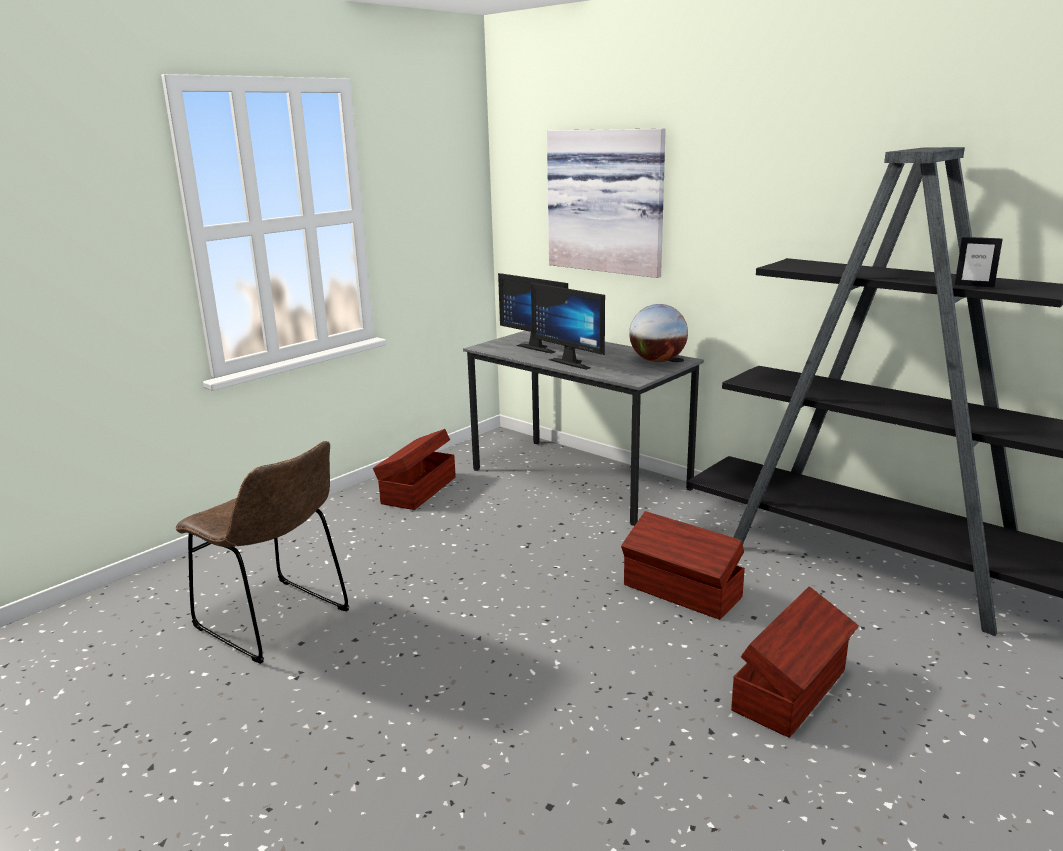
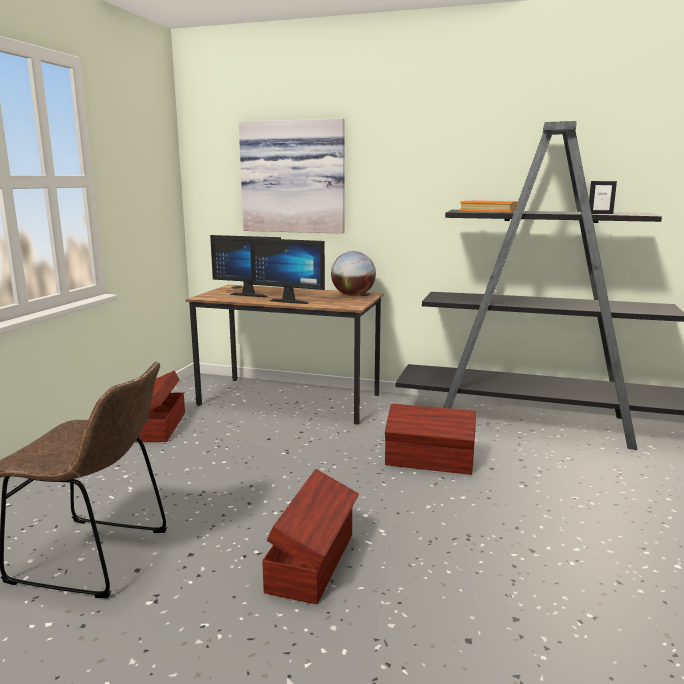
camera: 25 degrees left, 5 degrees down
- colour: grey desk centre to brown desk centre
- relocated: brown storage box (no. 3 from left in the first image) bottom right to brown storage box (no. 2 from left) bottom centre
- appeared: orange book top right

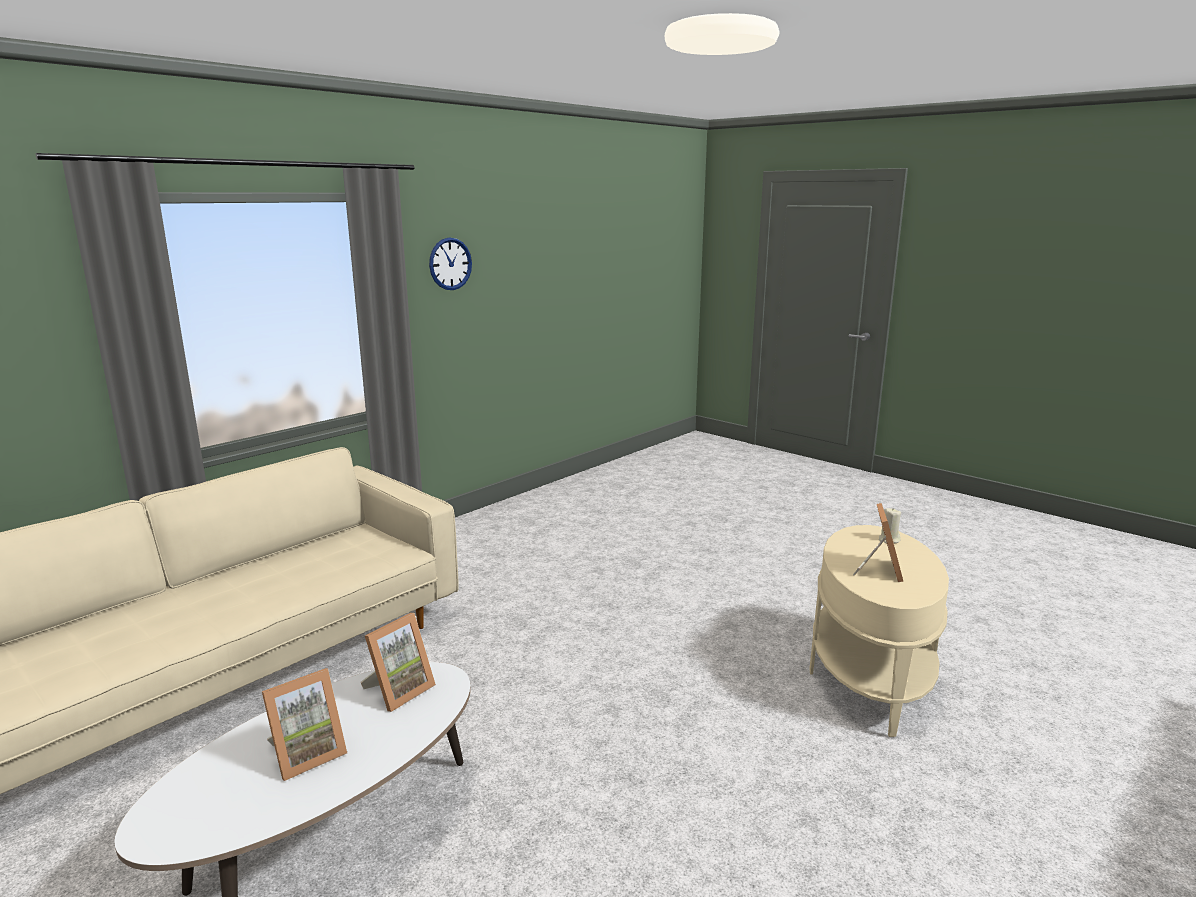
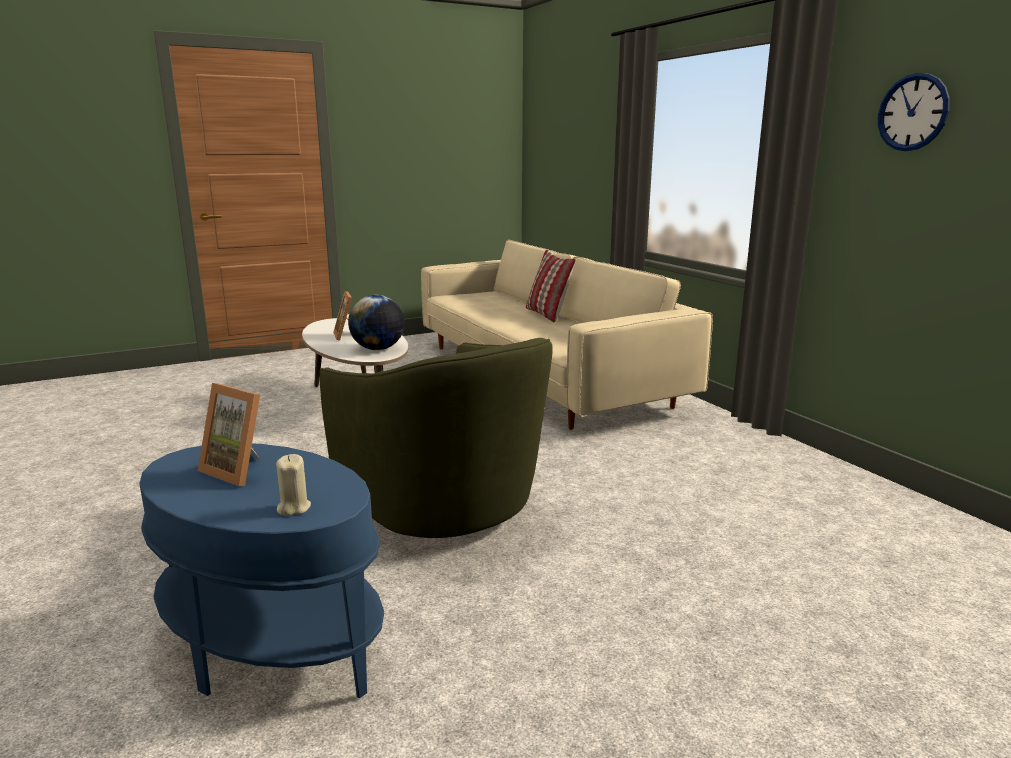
camera: 110 degrees right, 0 degrees up
- colour: beige side table bottom right to blue side table bottom left
- exchanged: picture frame (no. 2 from left) bottom left to globe centre
- appeared: pillow centre
- appeared: green armchair centre

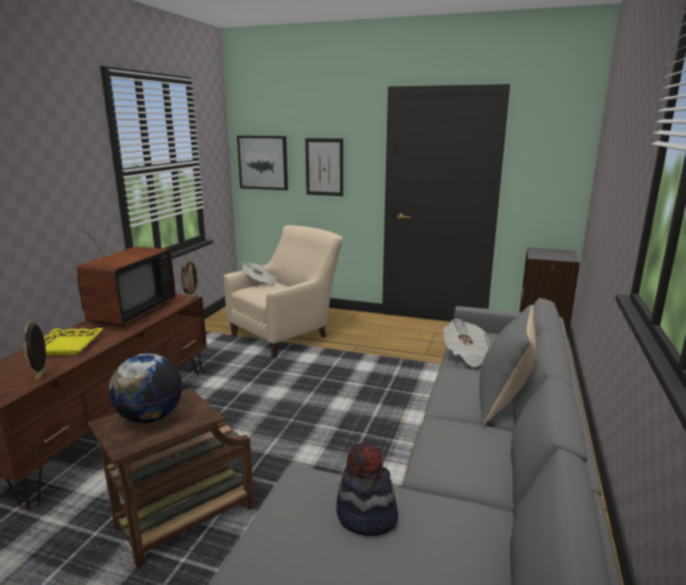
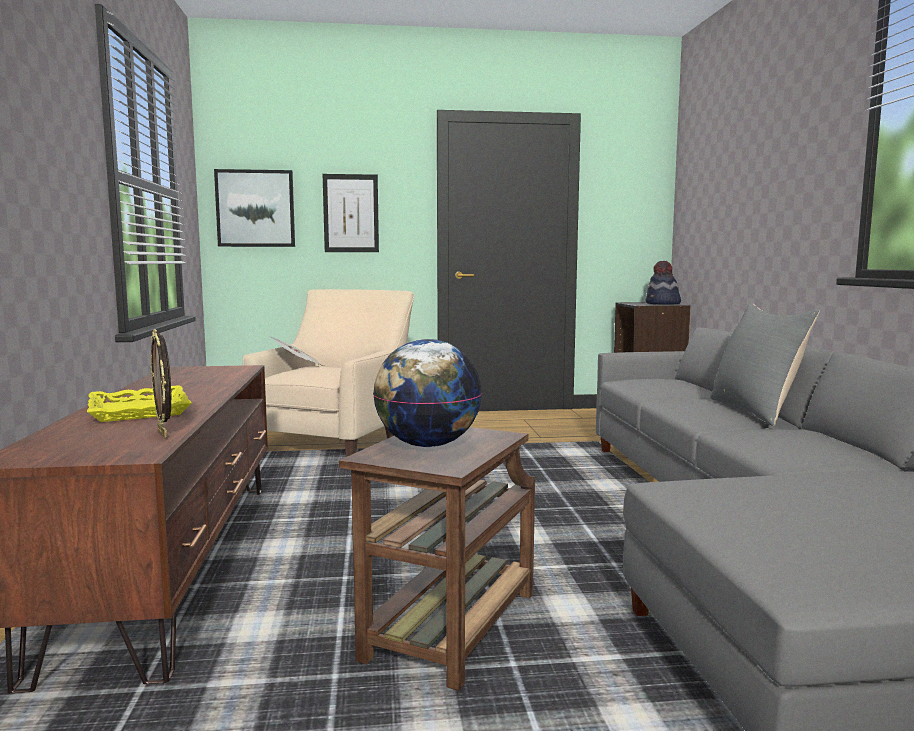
camera: 25 degrees left, 10 degrees down
- missing: television middle left
- missing: picture frame (no. 2 from left) middle left
- missing: newspaper (no. 2 from left) middle right
- relocated: hat bottom centre to middle right

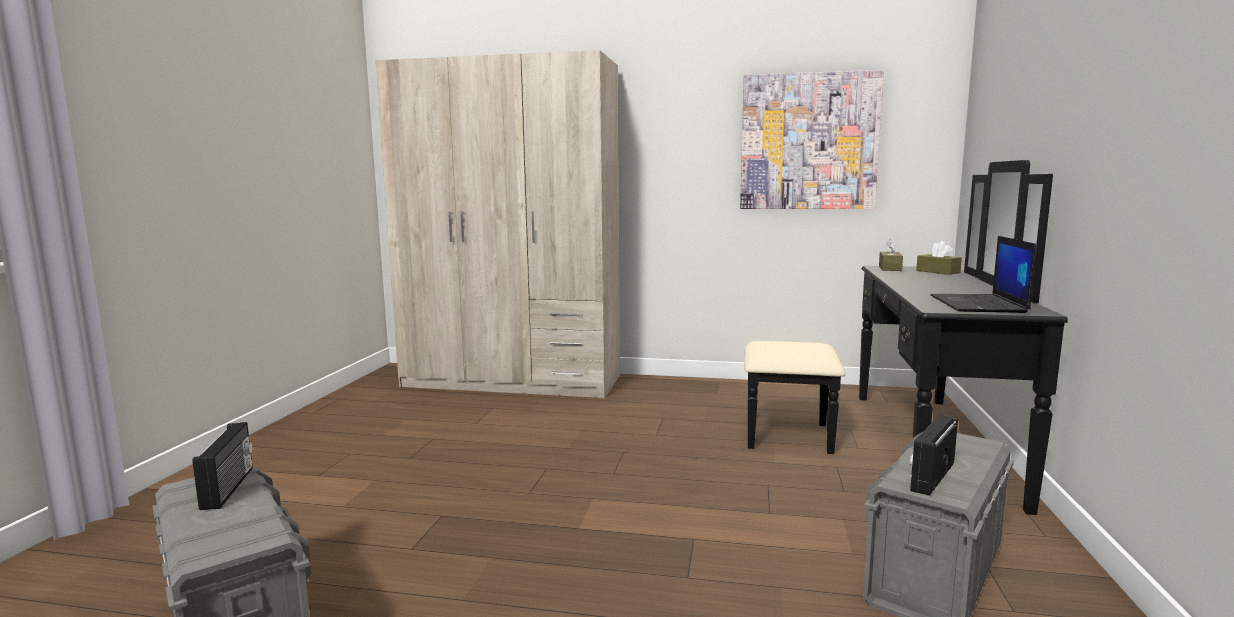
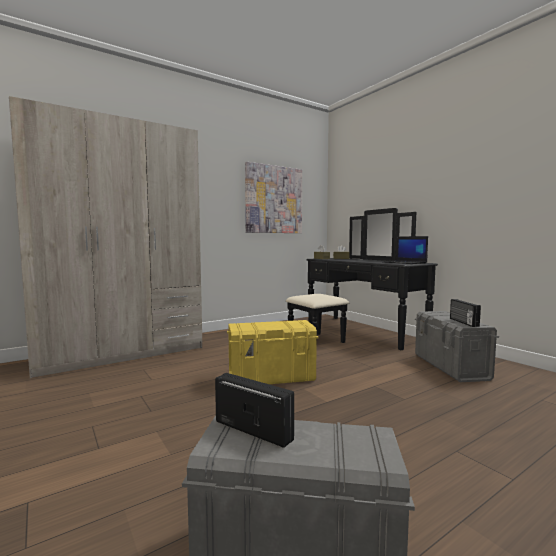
camera: 45 degrees left, 5 degrees down
- appeared: yellow storage box centre

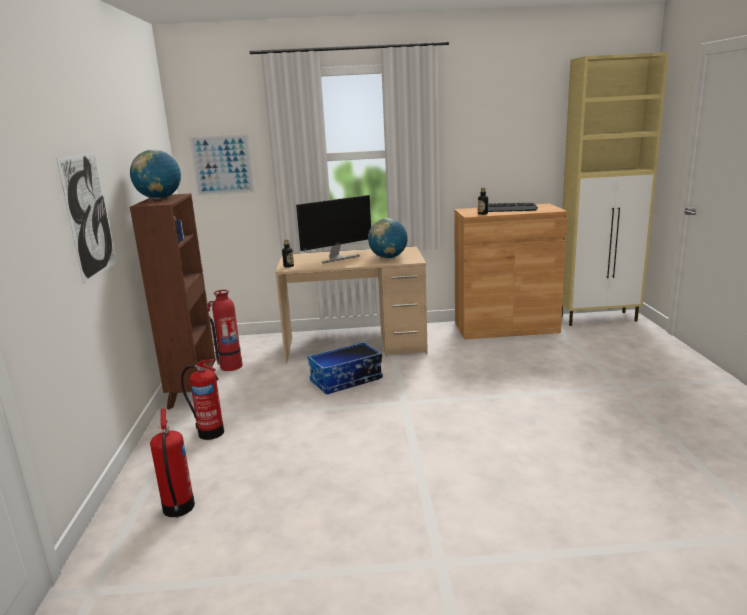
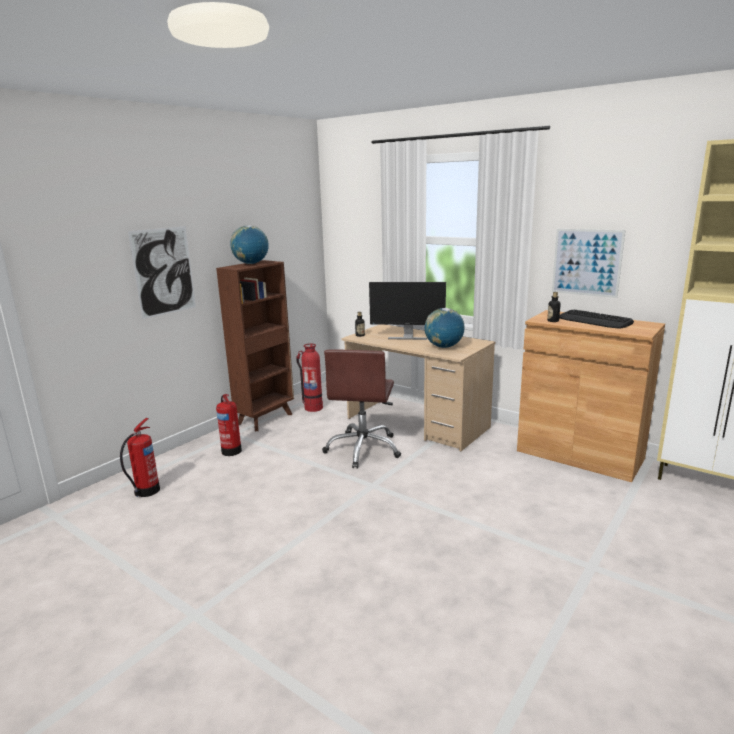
camera: 40 degrees right, 0 degrees up
- relocated: picture (no. 2 from left) top left to middle right
- exchanged: storage box centre to brown office chair centre

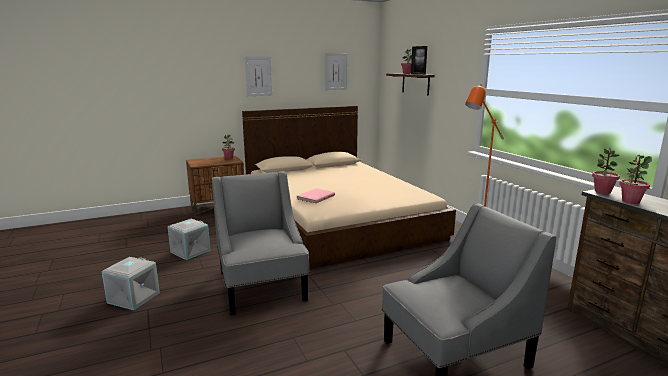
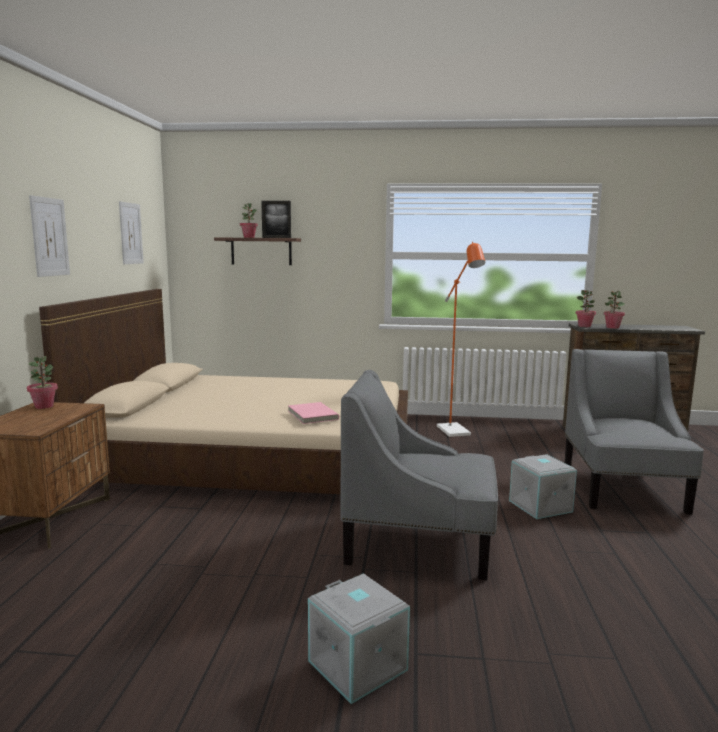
camera: 60 degrees left, 5 degrees down
- relocated: grey storage box (no. 2 from left) middle left to middle right

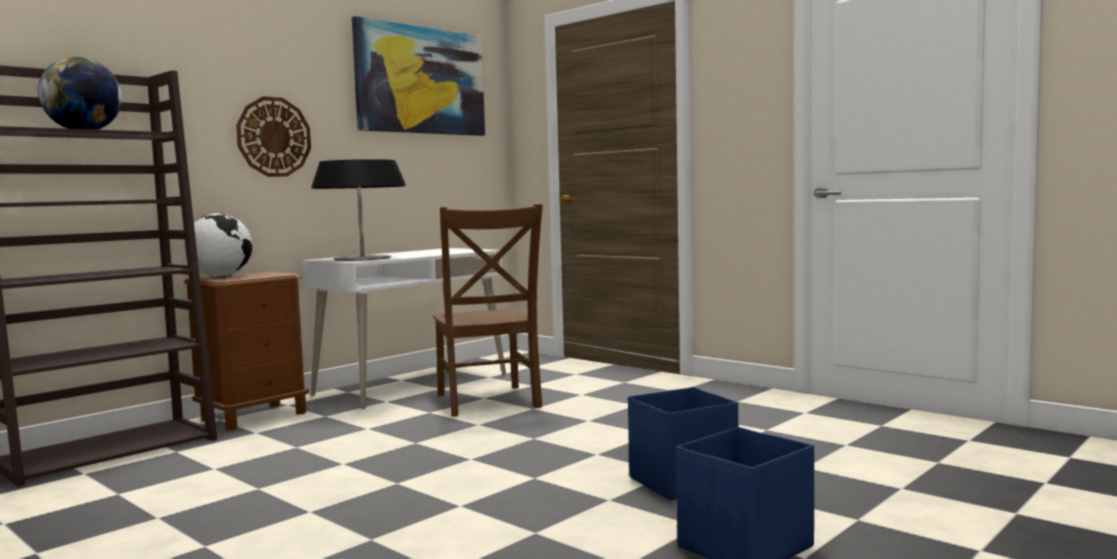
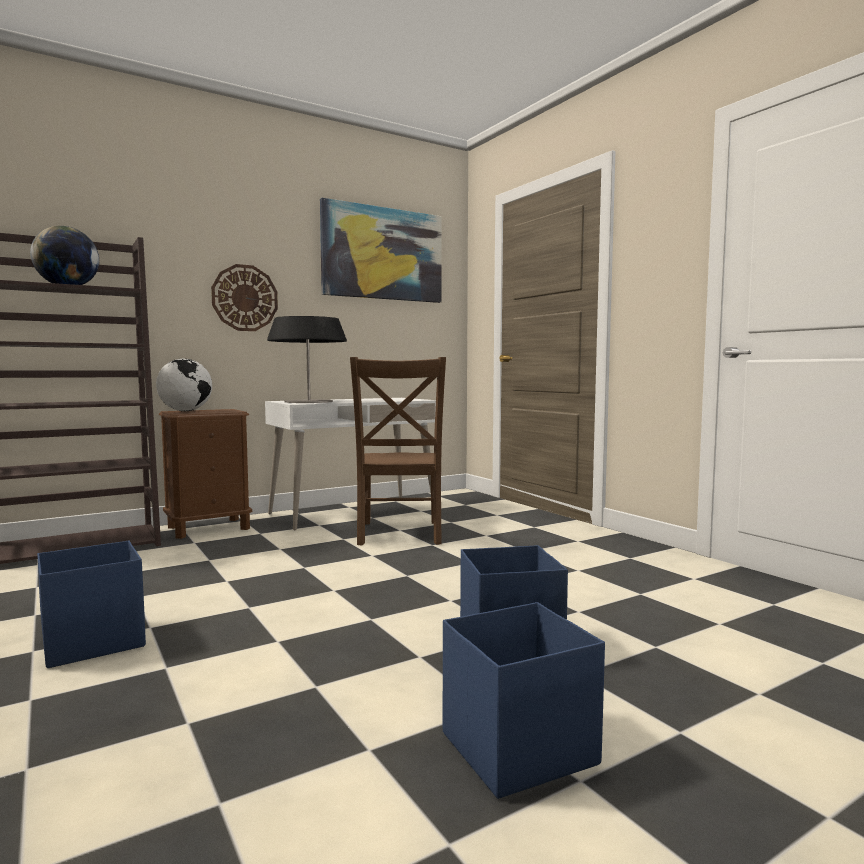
camera: 15 degrees right, 0 degrees up
- appeared: blue storage box (no. 1 from left) bottom left

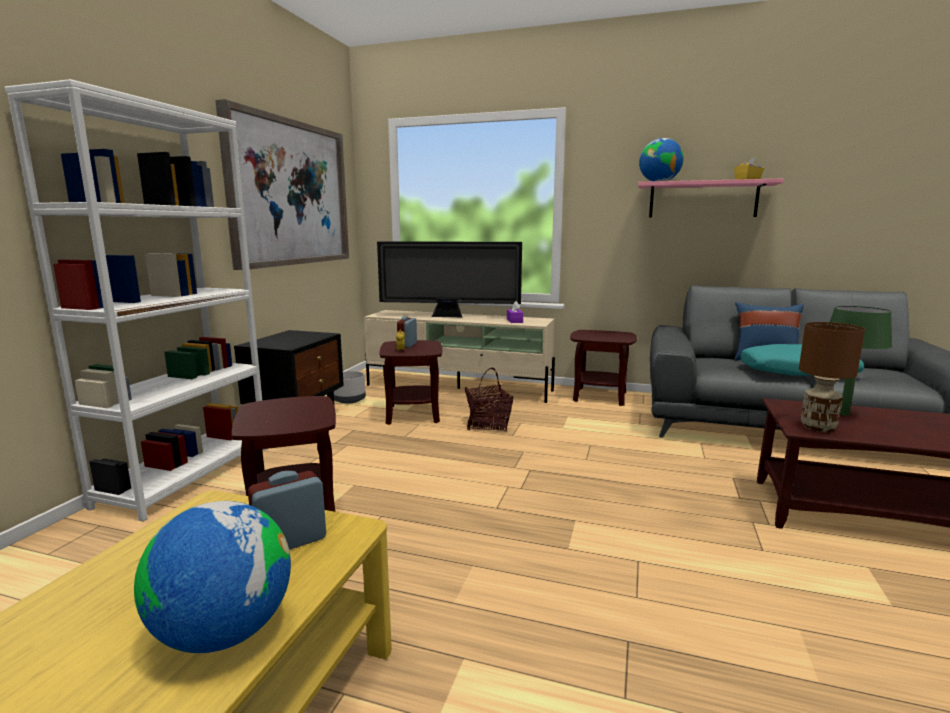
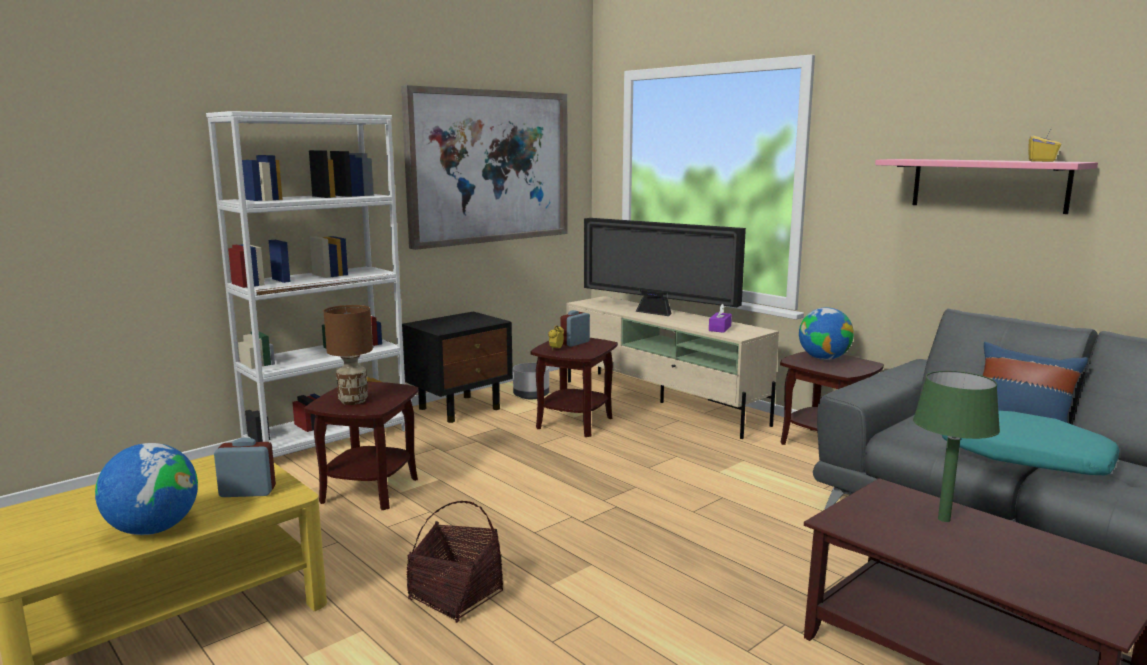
camera: 30 degrees right, 0 degrees up
- relocated: globe (no. 2 from left) top right to middle right
- relocated: brown table lamp middle right to middle left
- relocated: basket centre to bottom centre

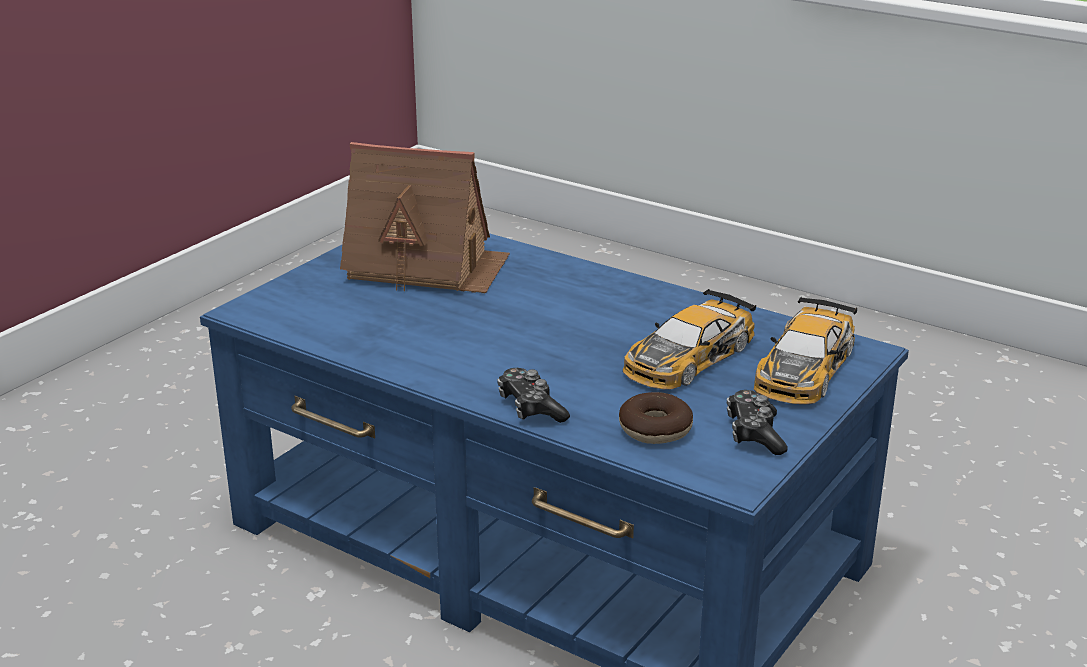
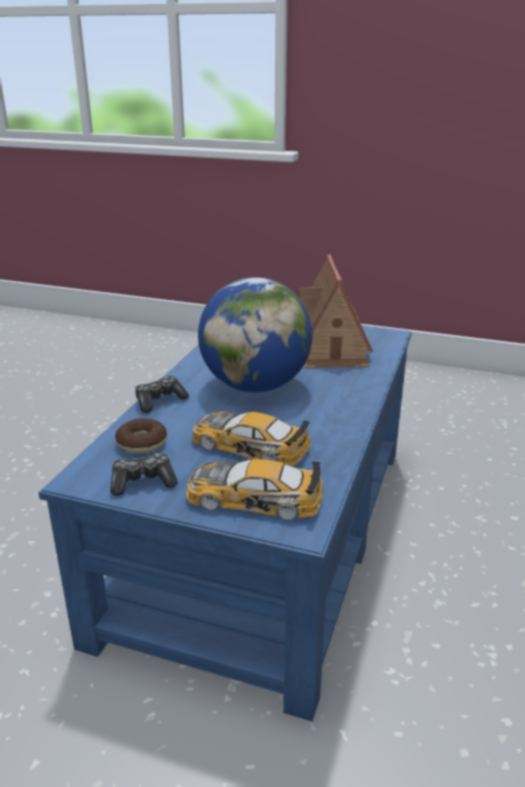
camera: 75 degrees right, 0 degrees up
- appeared: globe centre

